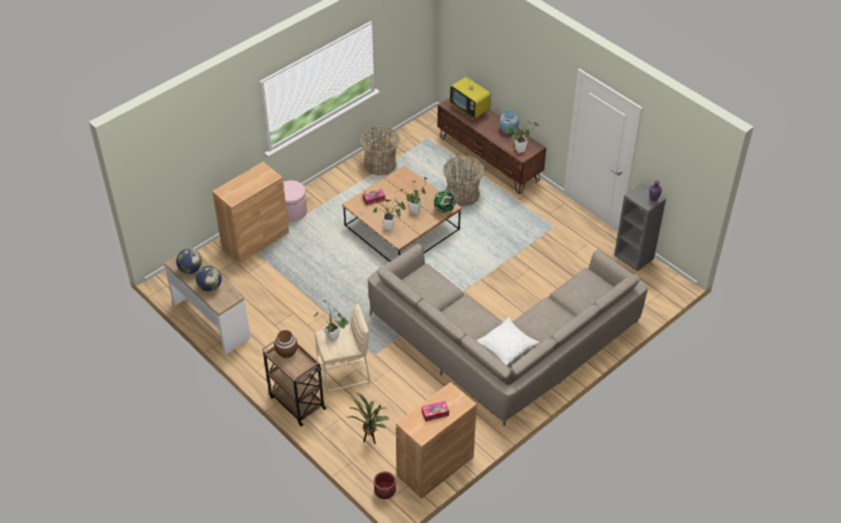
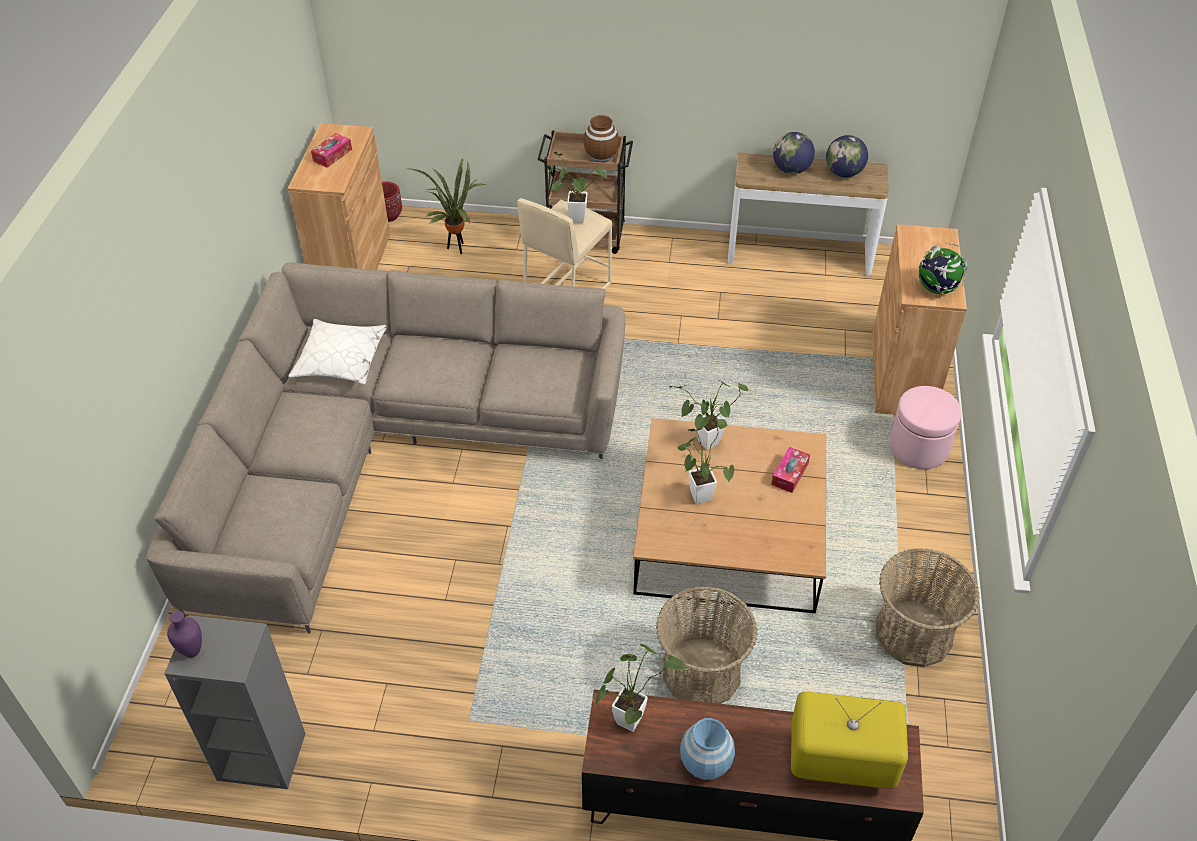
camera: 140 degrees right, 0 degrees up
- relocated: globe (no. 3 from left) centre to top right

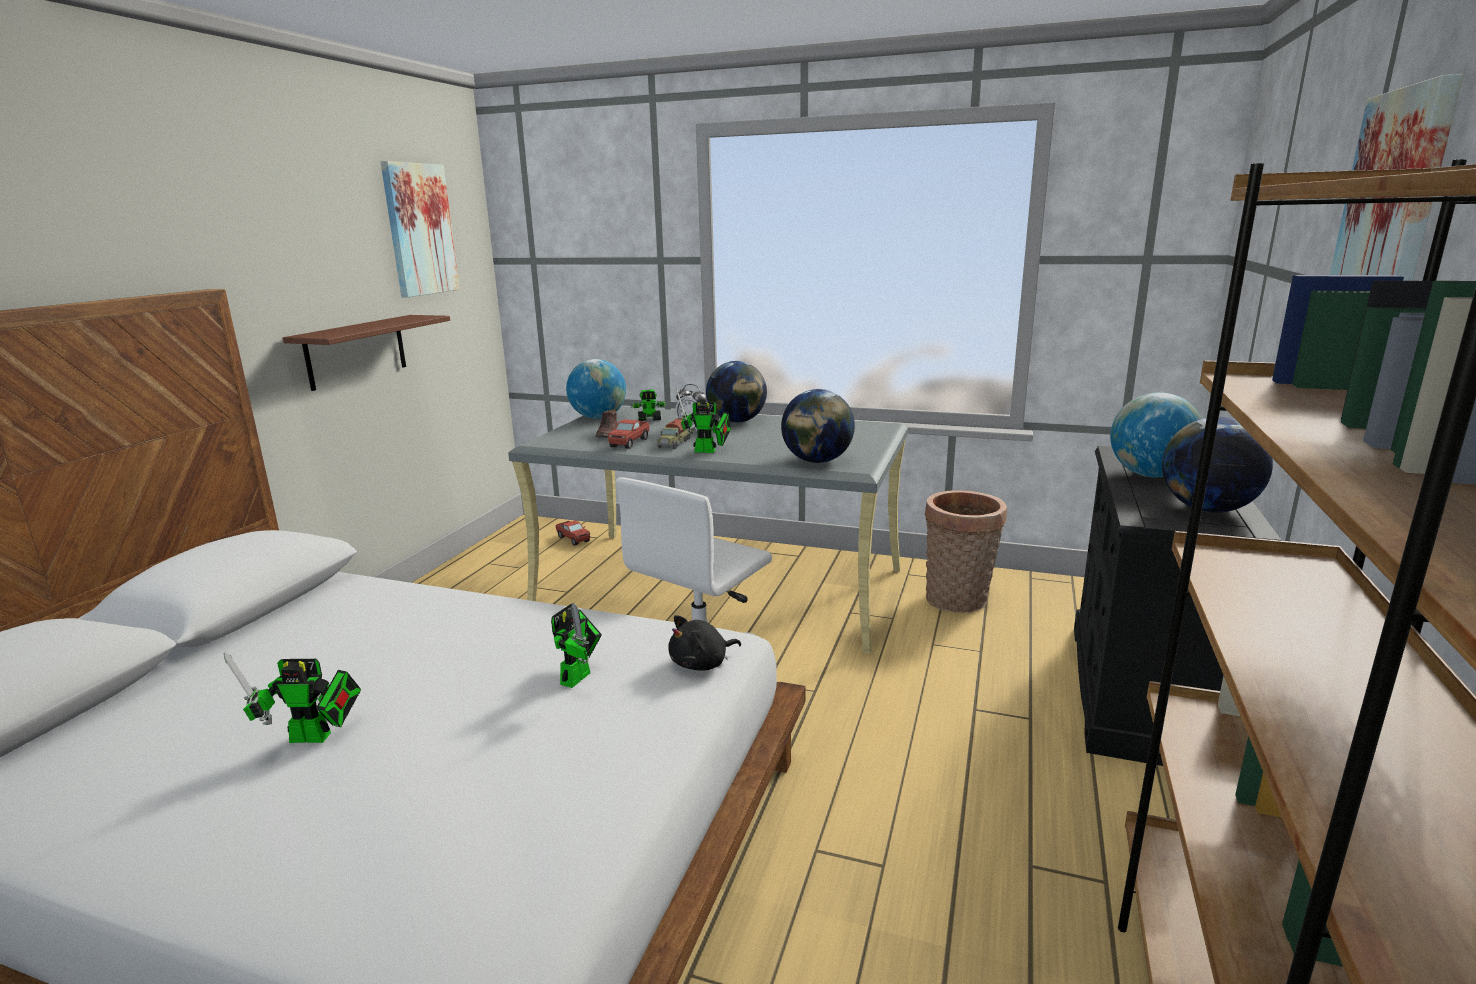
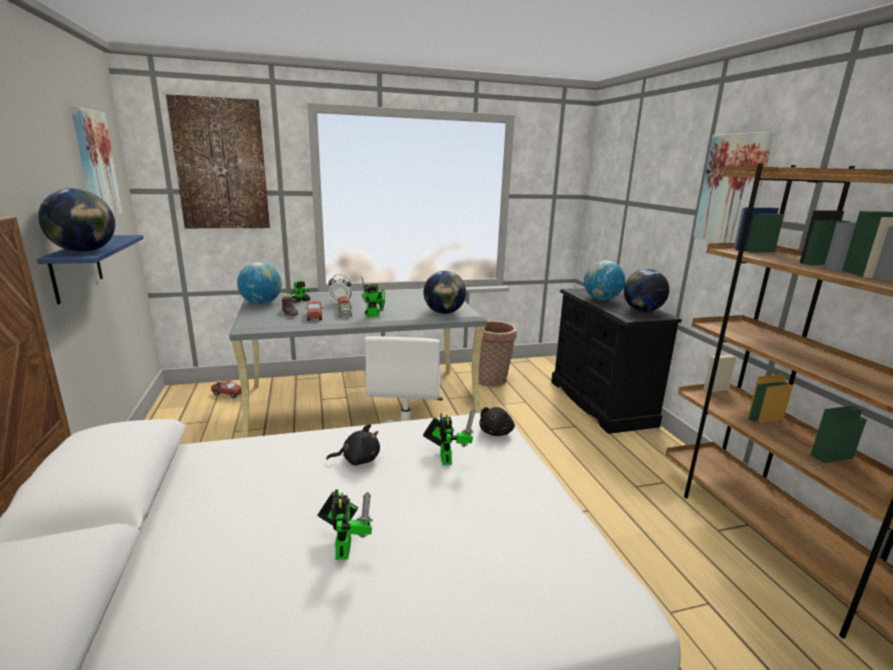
camera: 35 degrees left, 0 degrees up
- colour: brown shelf middle left to blue shelf middle left
- relocated: globe (no. 2 from left in the first image) centre to globe (no. 1 from left) top left
- spun: toy robot (no. 1 from left in the first image) bottom left = bottom centre 60 degrees counterclockwise
- appeared: picture (no. 2 from left) top left
- appeared: black plush toy (no. 1 from left) centre

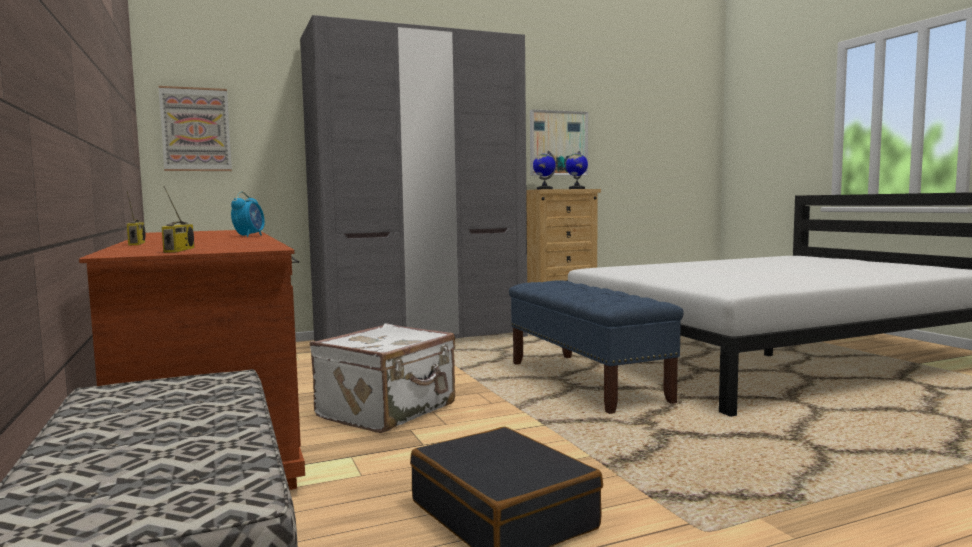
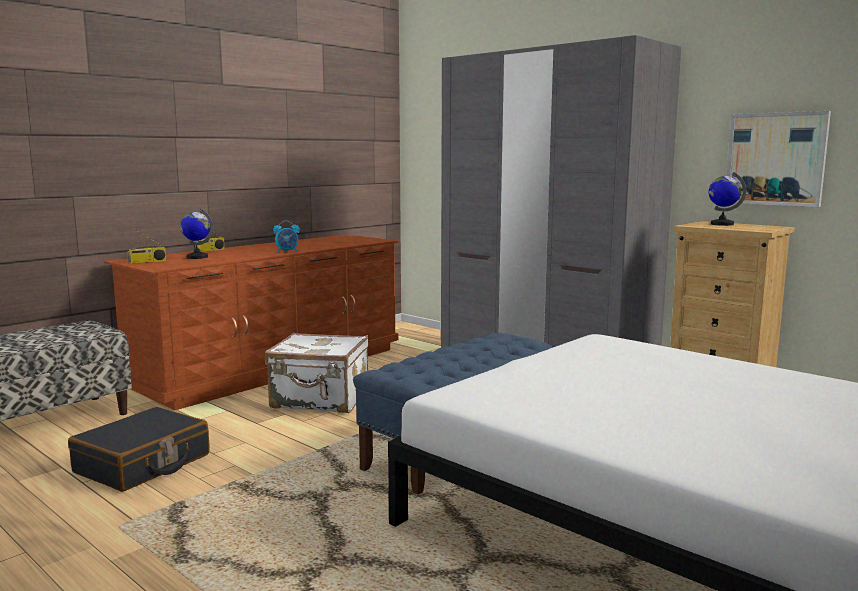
camera: 65 degrees right, 5 degrees up
- missing: picture (no. 1 from left) top left
- relocated: globe (no. 2 from left in the first image) top centre to globe (no. 1 from left) middle left

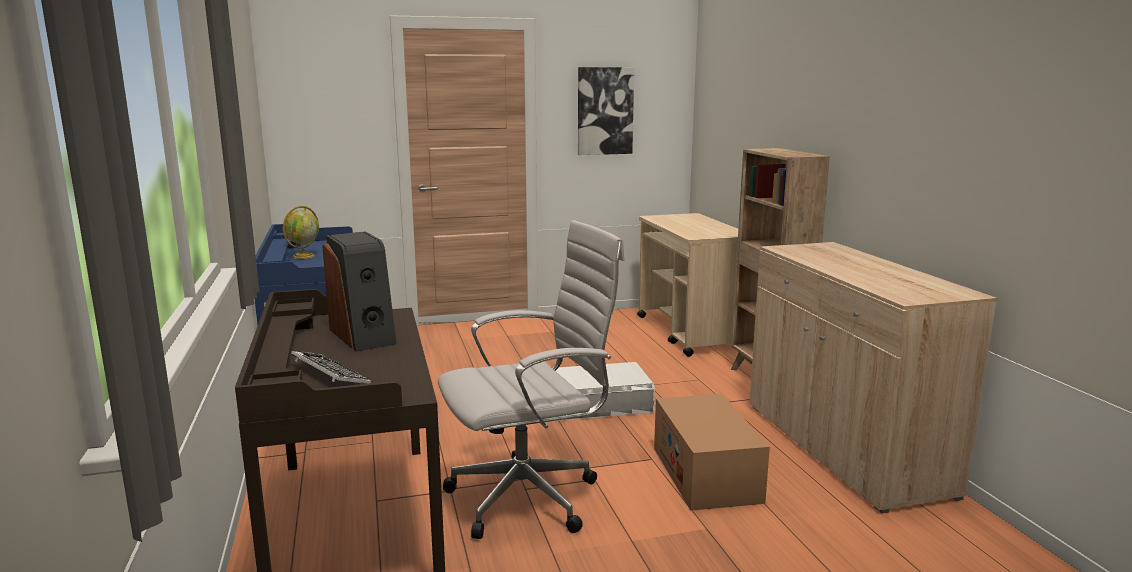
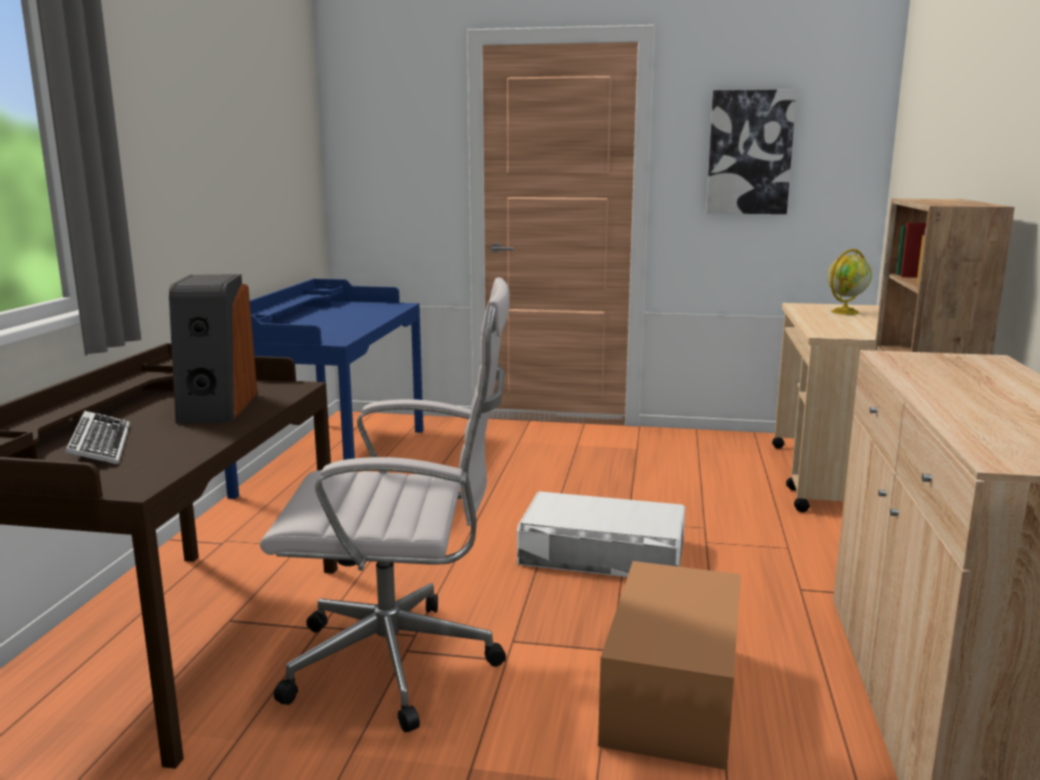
camera: 25 degrees right, 0 degrees up
- relocated: globe middle left to middle right

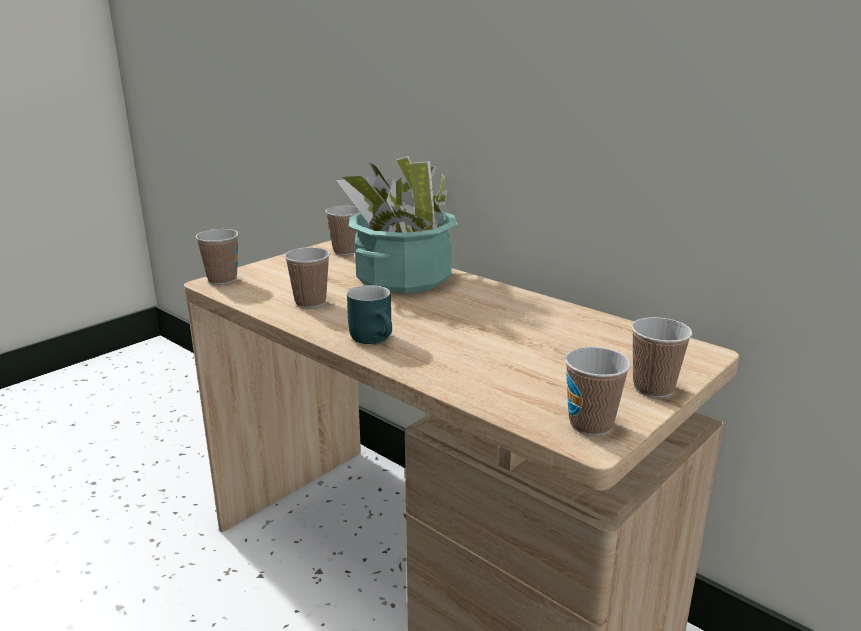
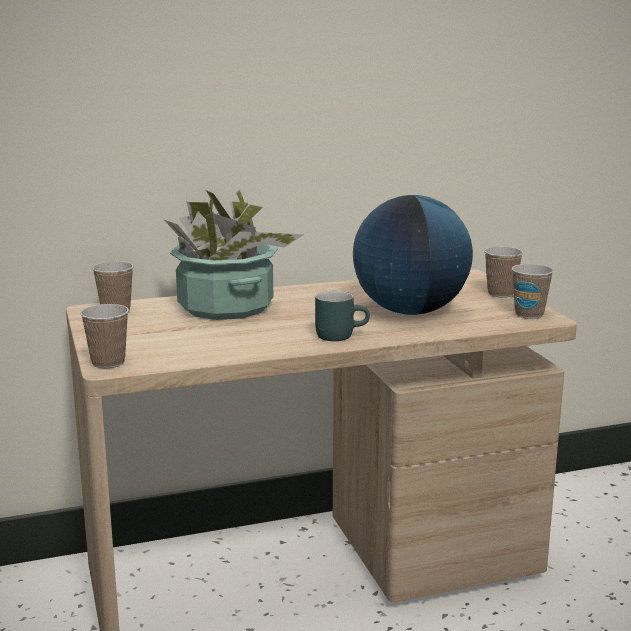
camera: 60 degrees left, 5 degrees down
- missing: cup (no. 2 from left) centre
- appeared: globe centre

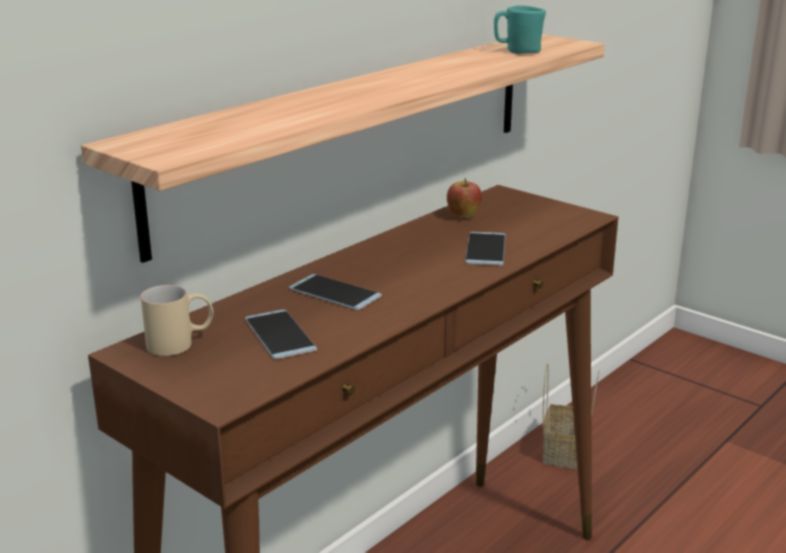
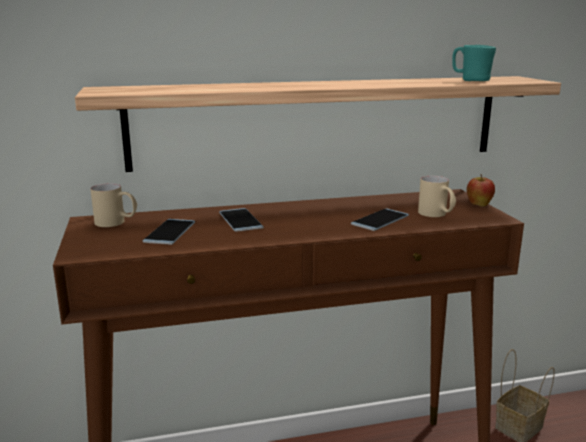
camera: 35 degrees right, 5 degrees down
- relocated: apple centre to middle right
- appeared: beige mug (no. 2 from left) middle right

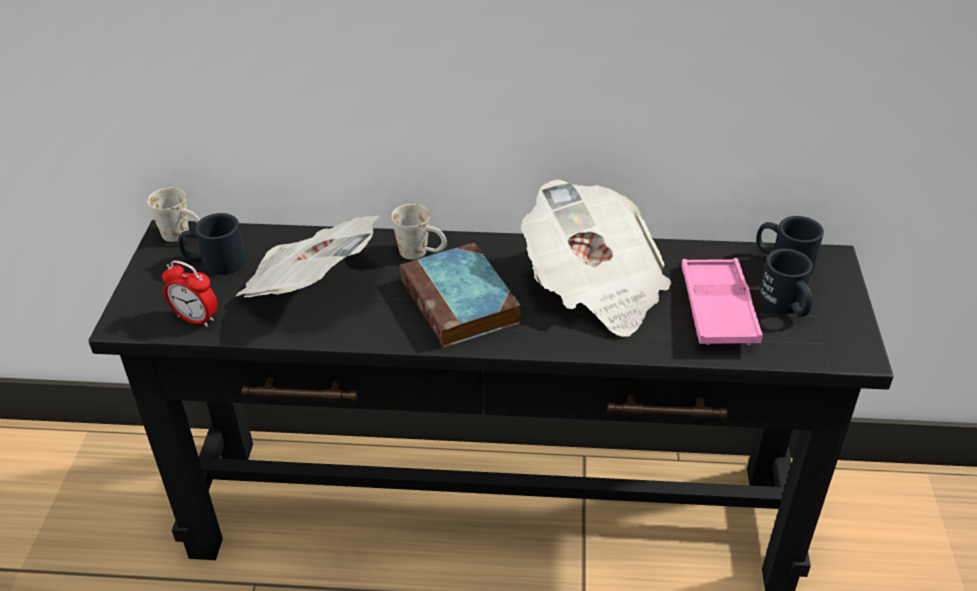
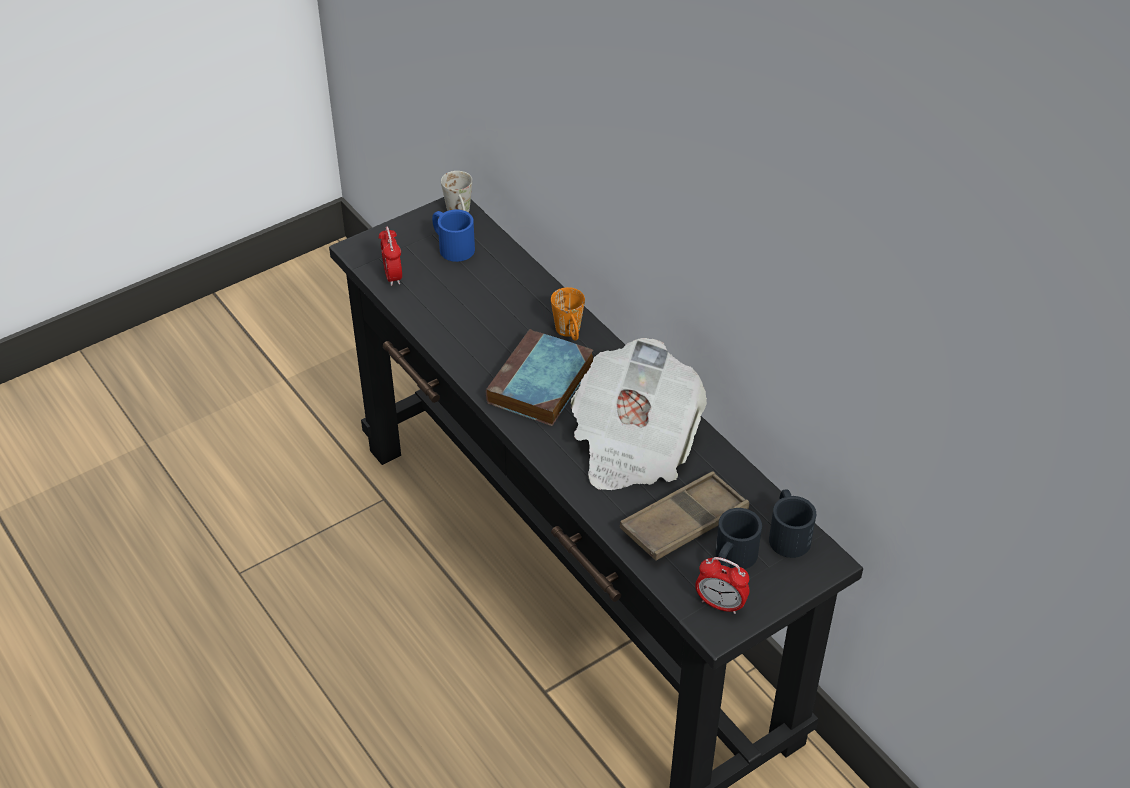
camera: 50 degrees right, 5 degrees up
- colour: white mug (no. 2 from left) centre to orange mug centre
- colour: black mug (no. 1 from left) middle left to blue mug top centre
- missing: newspaper (no. 1 from left) middle left
- colour: pink tray middle right to brown tray centre
- appeared: alarm clock (no. 2 from left) bottom centre

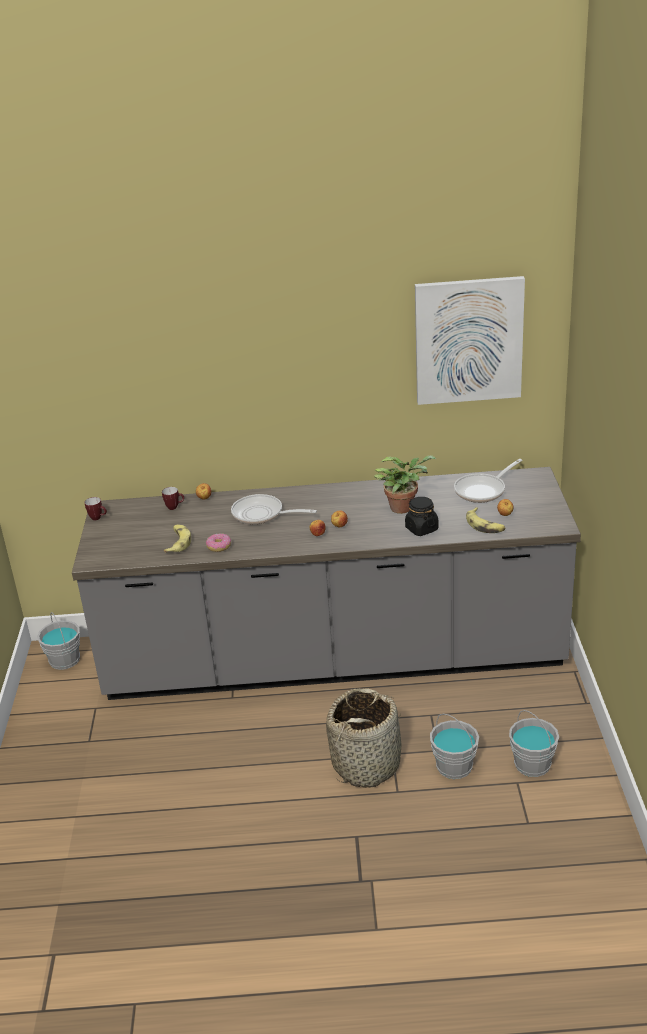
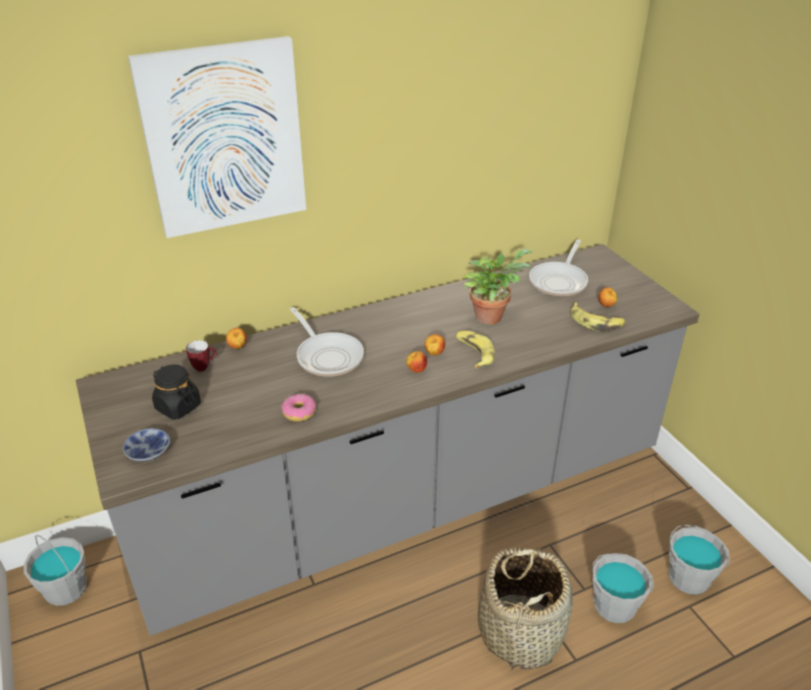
camera: 25 degrees left, 5 degrees up
- relocated: picture top right to top left
- spun: frying pan (no. 1 from left) centre = centre 120 degrees counterclockwise
- missing: mug (no. 1 from left) middle left
- relocated: black jar centre to middle left
- relocated: banana (no. 1 from left) middle left to centre
- appeared: bowl middle left

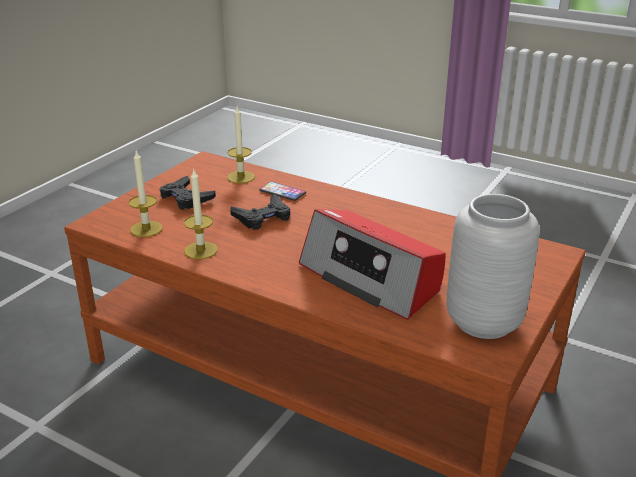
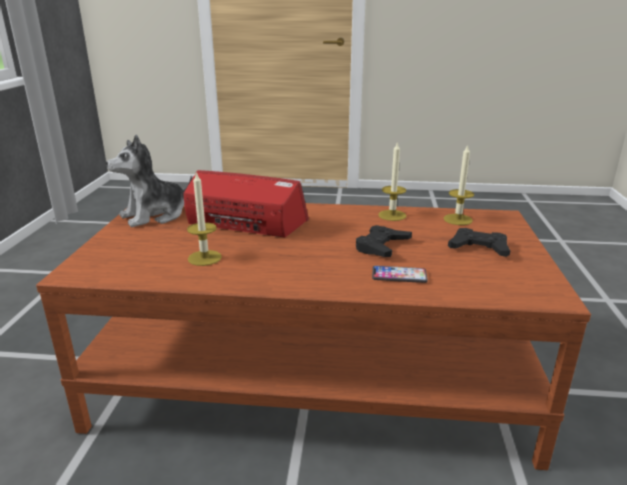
camera: 155 degrees right, 5 degrees down
- relocated: candle (no. 3 from left in the first image) top centre to candle (no. 1 from left) middle left
- exchanged: grey vase middle right to plush toy middle left

